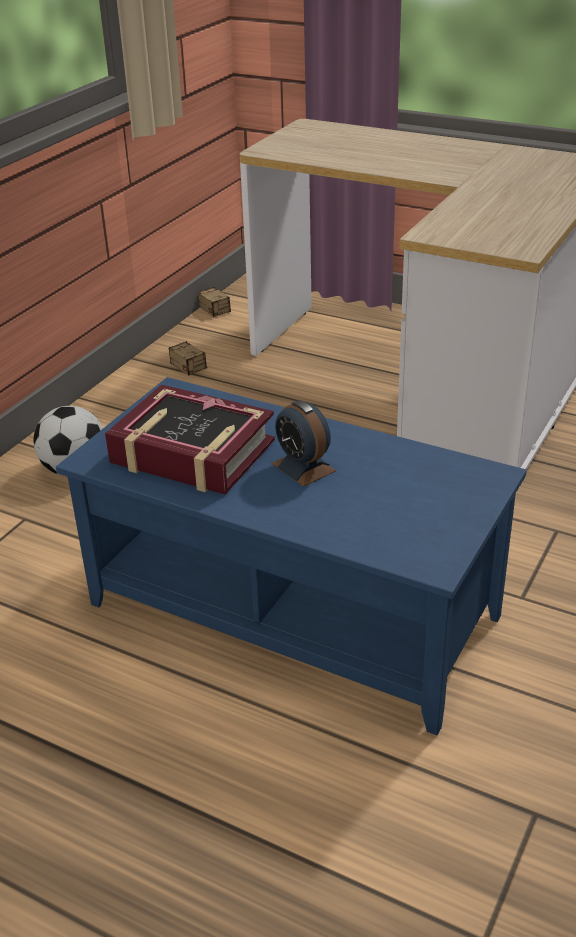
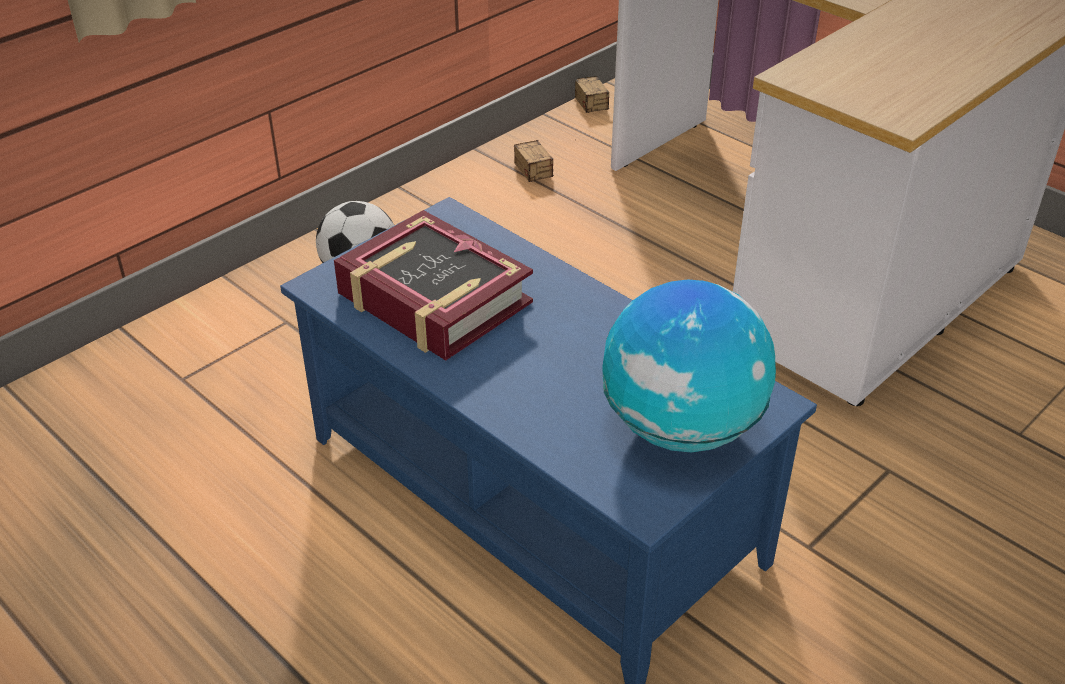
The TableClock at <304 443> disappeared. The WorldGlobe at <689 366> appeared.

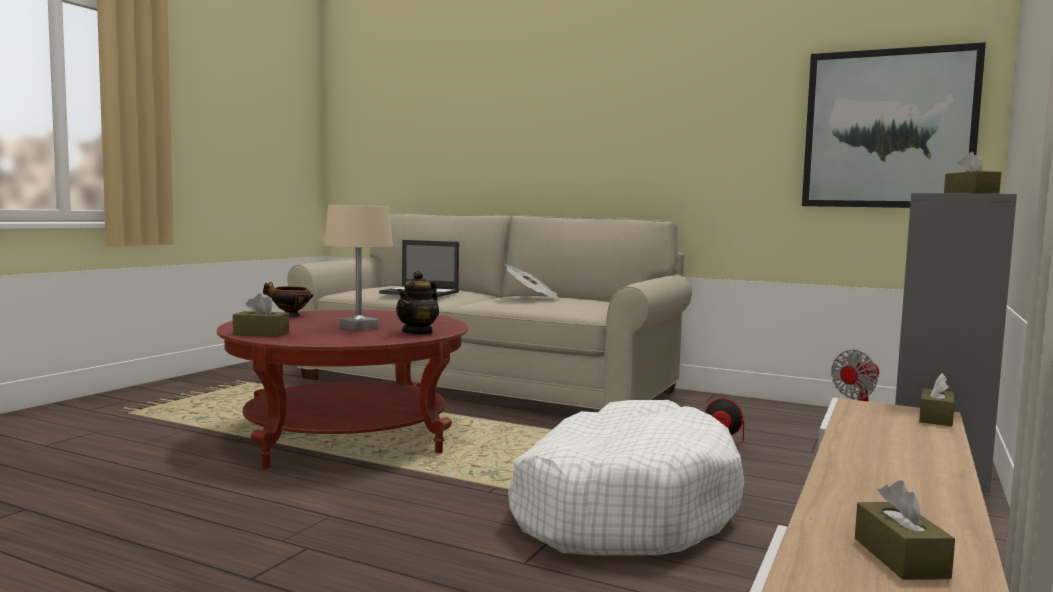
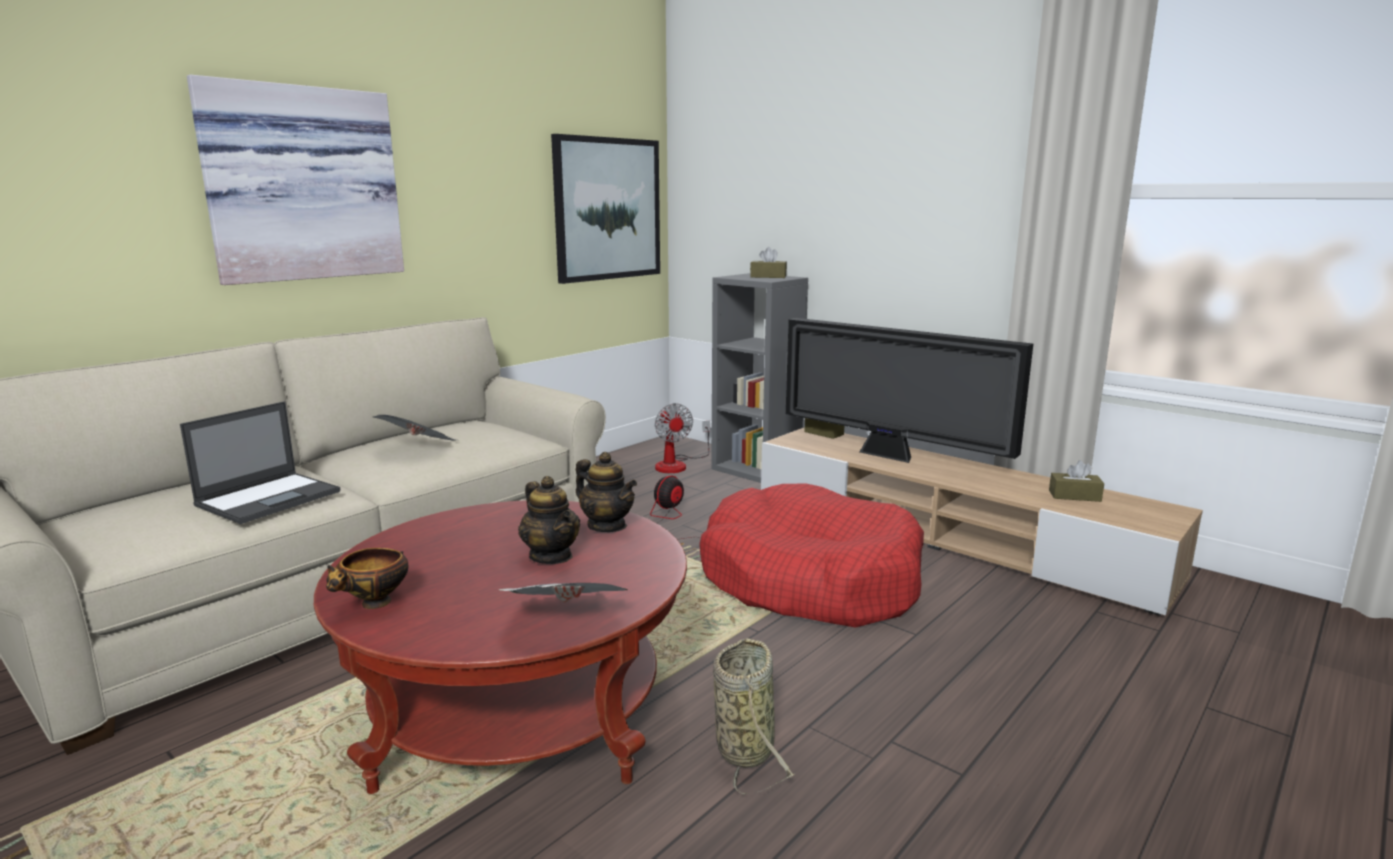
The SandColouredTabletopLamp at <358 268> was replaced by the PotForTea at <549 520>. The BrownishBoxOfTissues at <261 315> was replaced by the PrintedPaper at <563 592>. The WhitishPetBed at <626 477> became the RedPetBed at <811 555>. The WallPicture at <295 180> appeared. The TvSet at <909 390> appeared. The StorageBasket at <754 716> appeared.

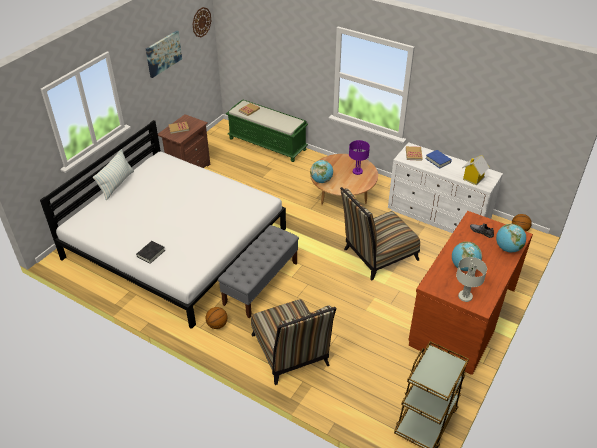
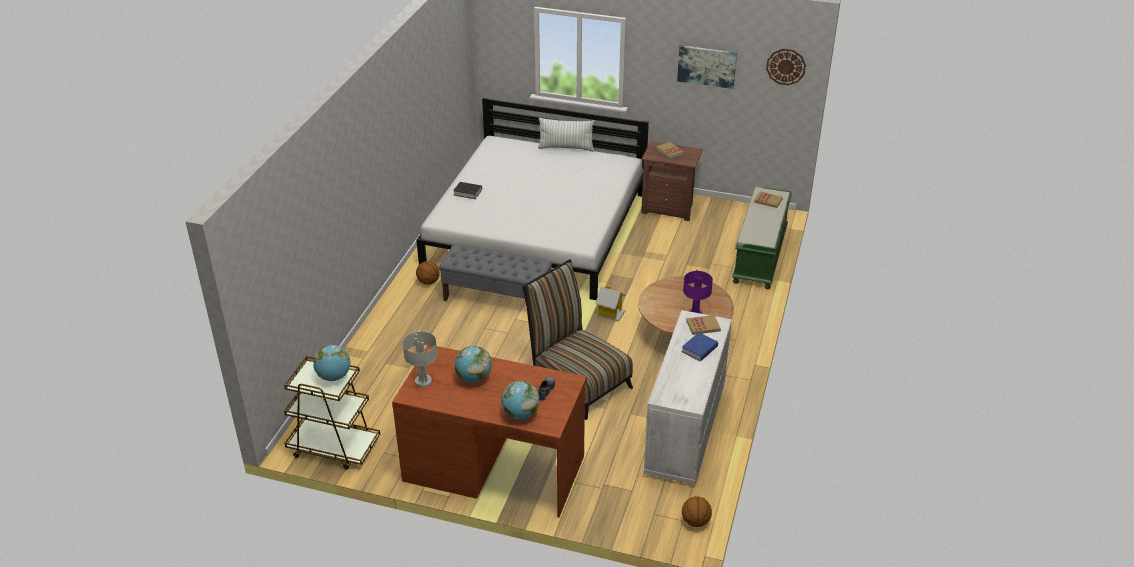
The ToyHouse moved from <476 170> to <610 303>. The WorldGlobe moved from <321 171> to <332 363>. The UprightChair at <294 342> disappeared.

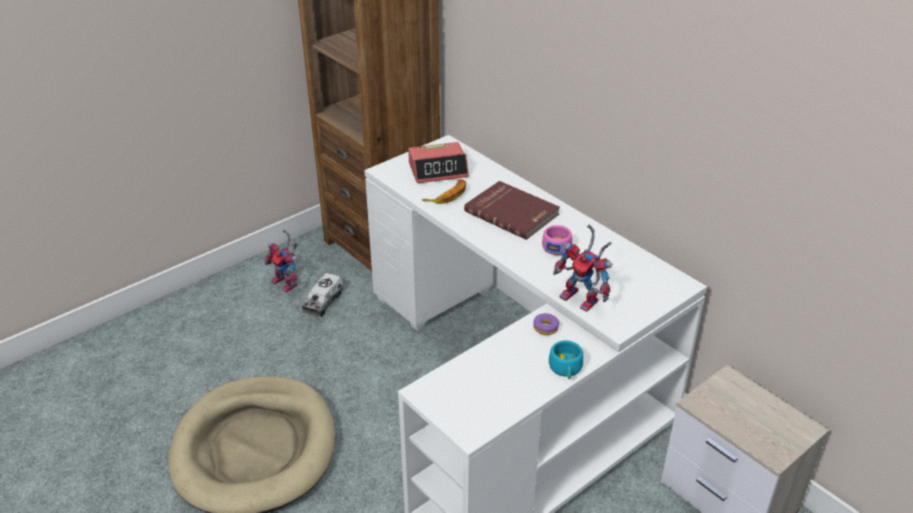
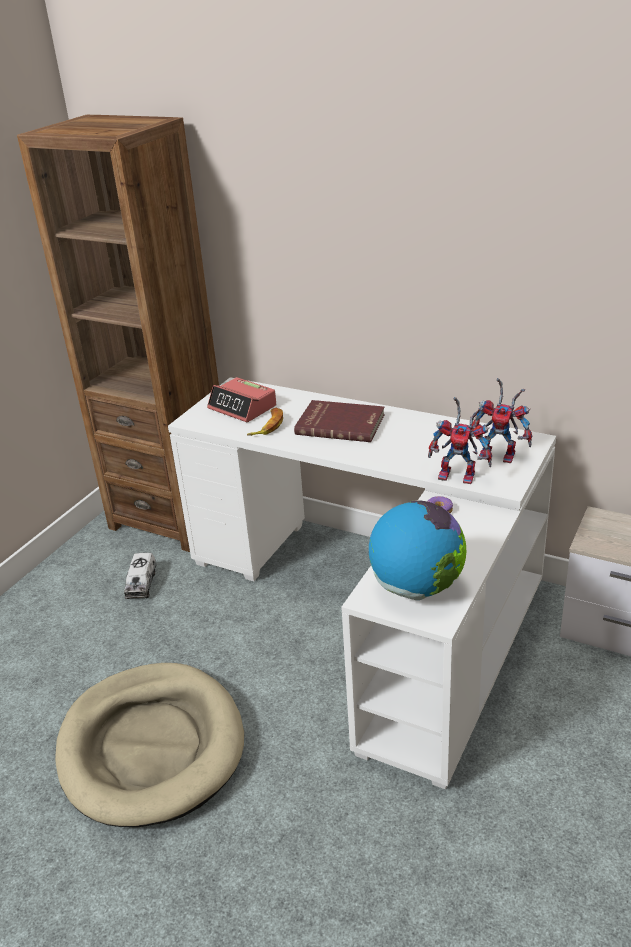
The TableClock at <438 162> turned 75 degrees clockwise. The PinkColouredSmallCup at <557 240> disappeared. The RobotFigure moved from <281 261> to <502 420>. The TurquoiseColouredSmallCup at <566 359> disappeared. The WorldGlobe at <417 550> appeared.

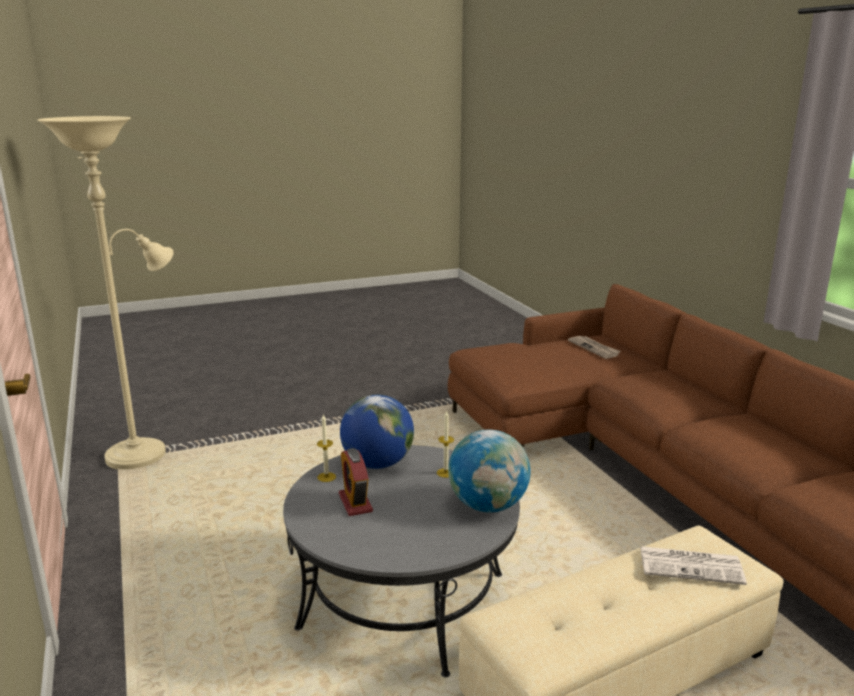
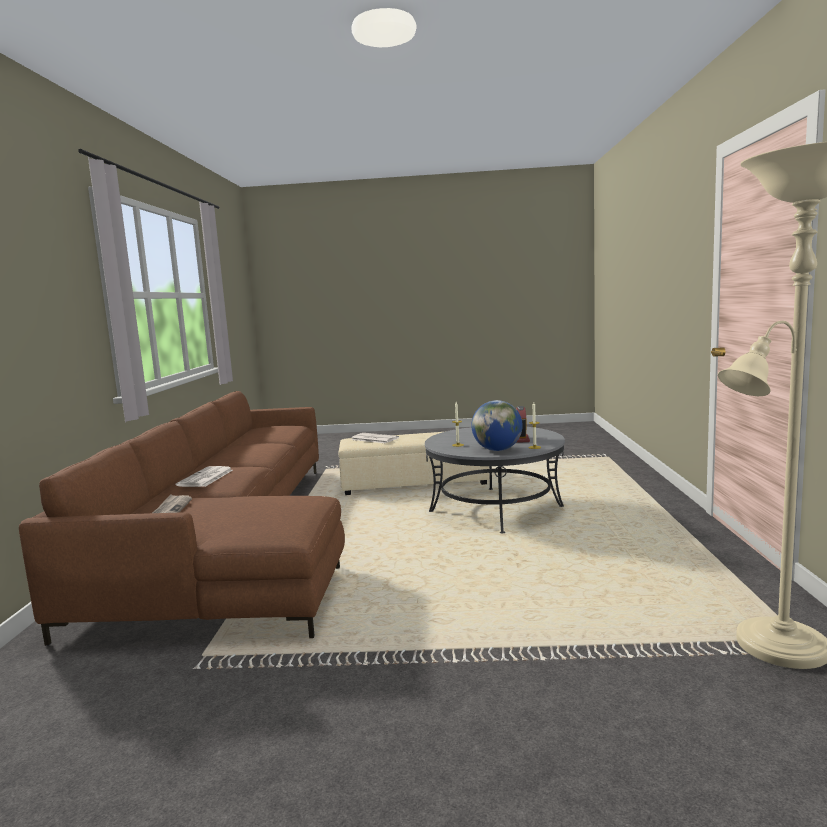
The WorldGlobe at <489 471> disappeared. The PrintedPaper at <204 476> appeared.

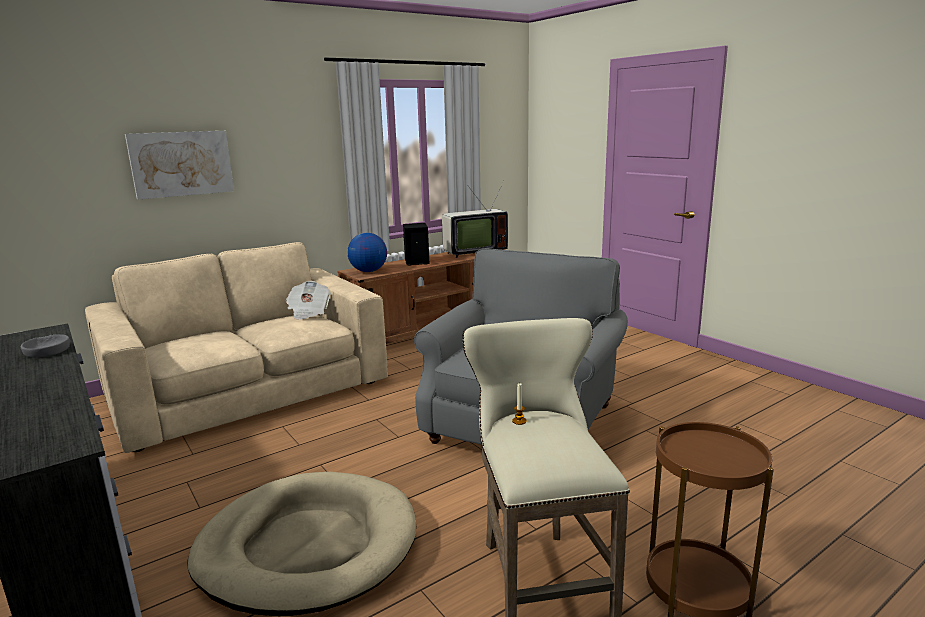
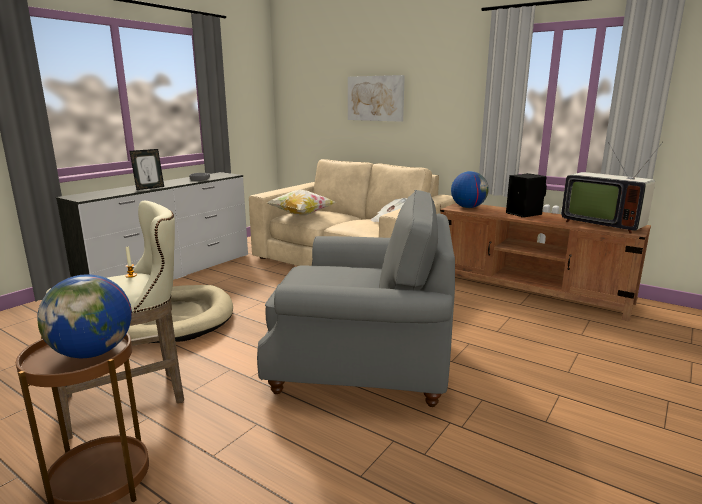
The PhotoFrame at <147 169> appeared. The Pillow at <301 202> appeared. The WorldGlobe at <84 316> appeared.

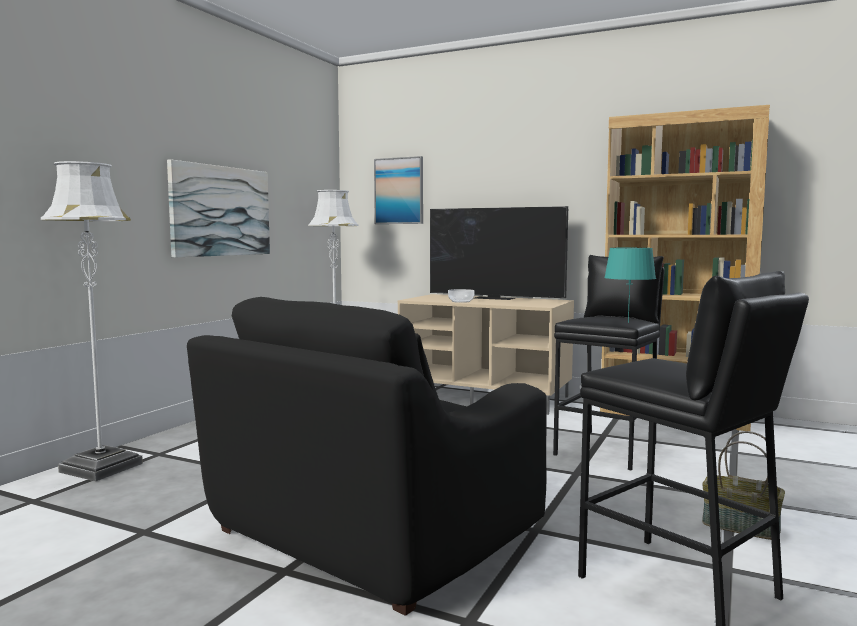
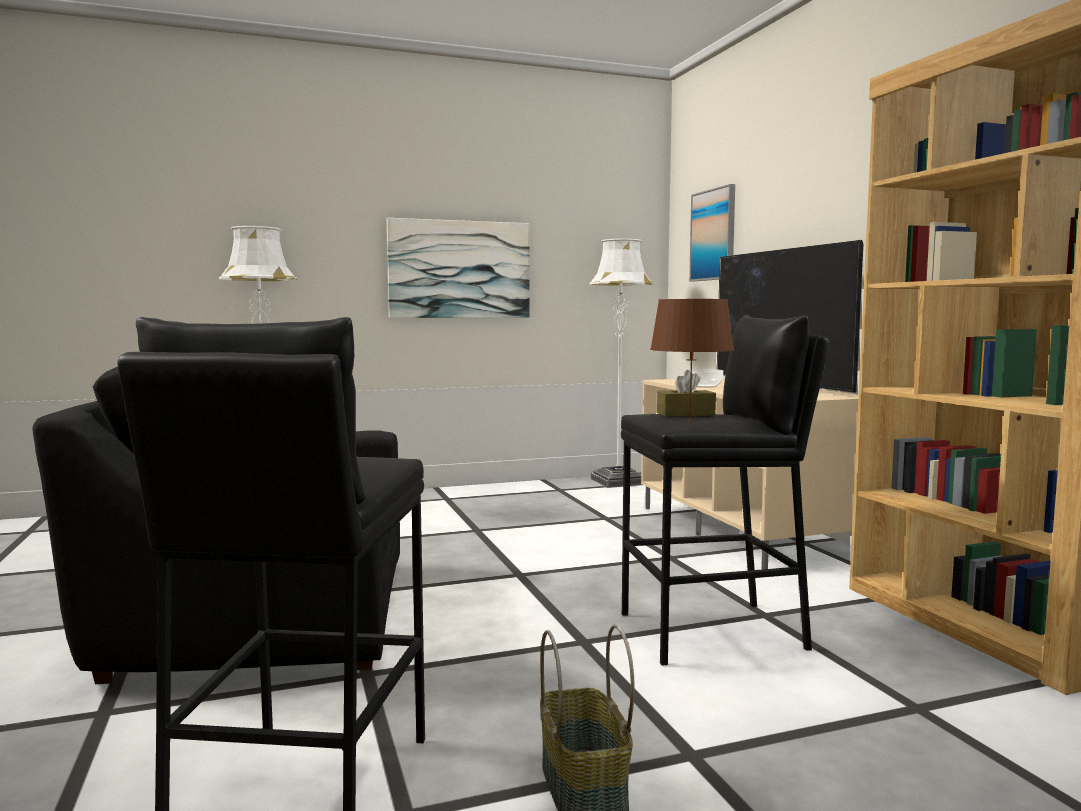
The TurquoiseColouredTabletopLamp at <630 285> became the BrownishTabletopLamp at <692 361>. The BrownishBoxOfTissues at <686 393> appeared.

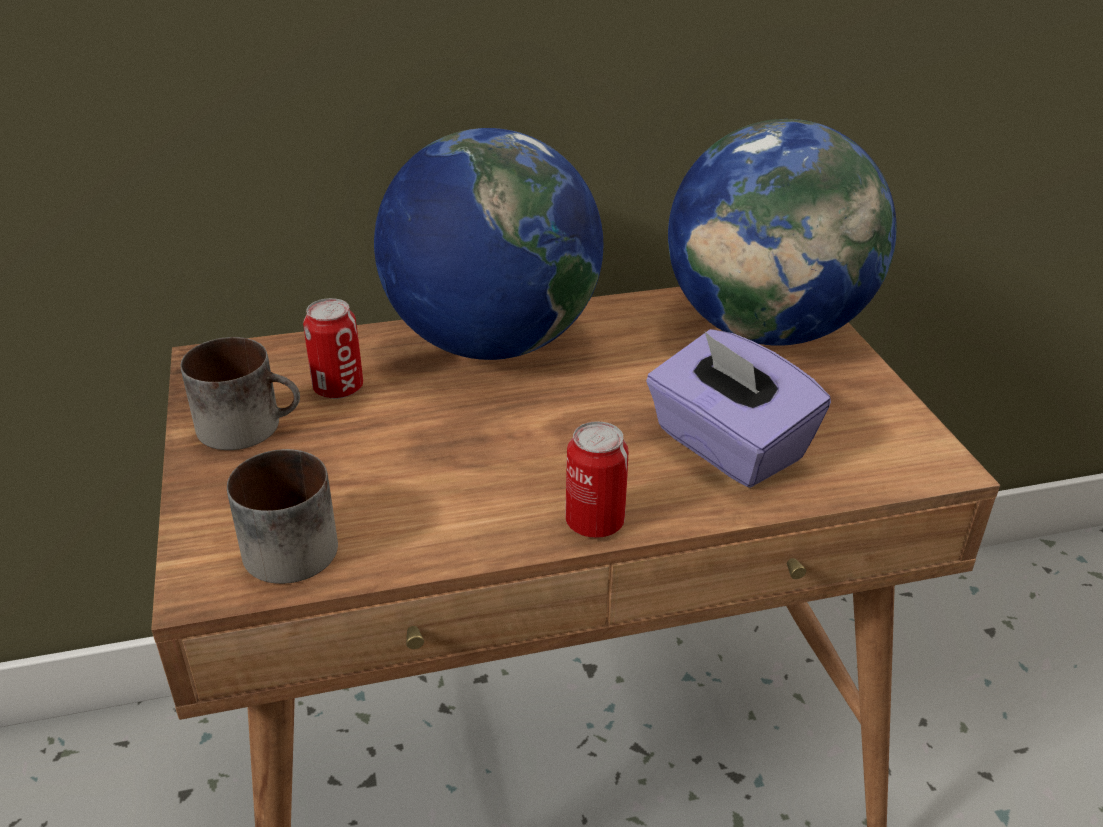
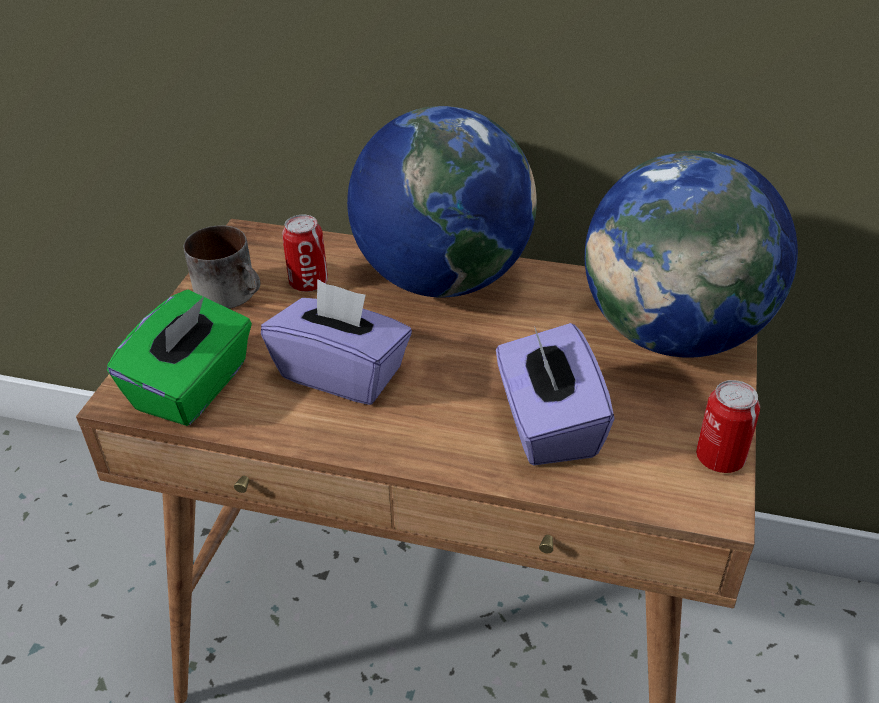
The SealedCan moved from <596 479> to <728 426>. The Mug at <282 516> was replaced by the GreenColouredBoxOfTissues at <179 358>. The PurplishBoxOfTissues at <336 342> appeared.

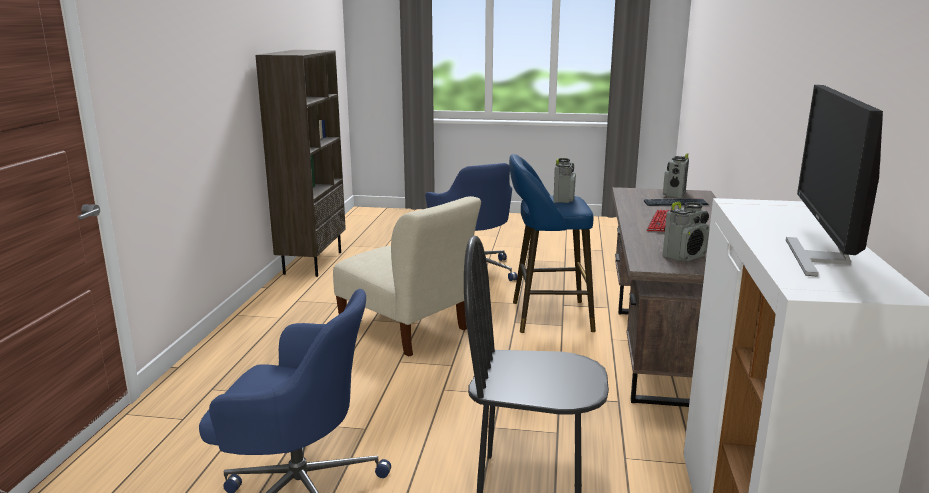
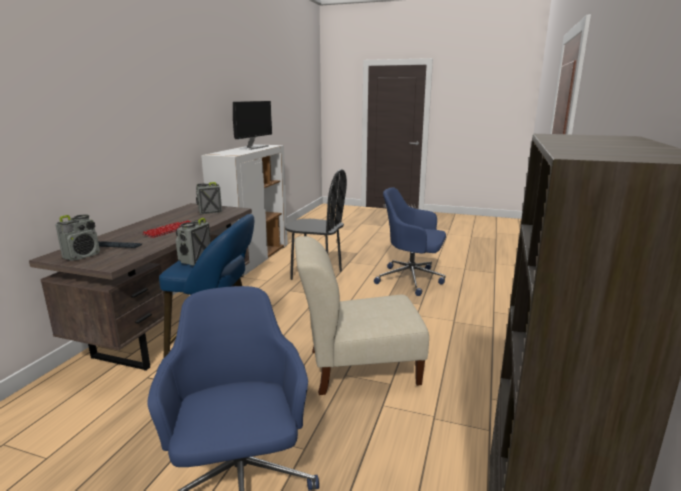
The SandColouredUprightChair at <407 276> turned 60 degrees counterclockwise.

